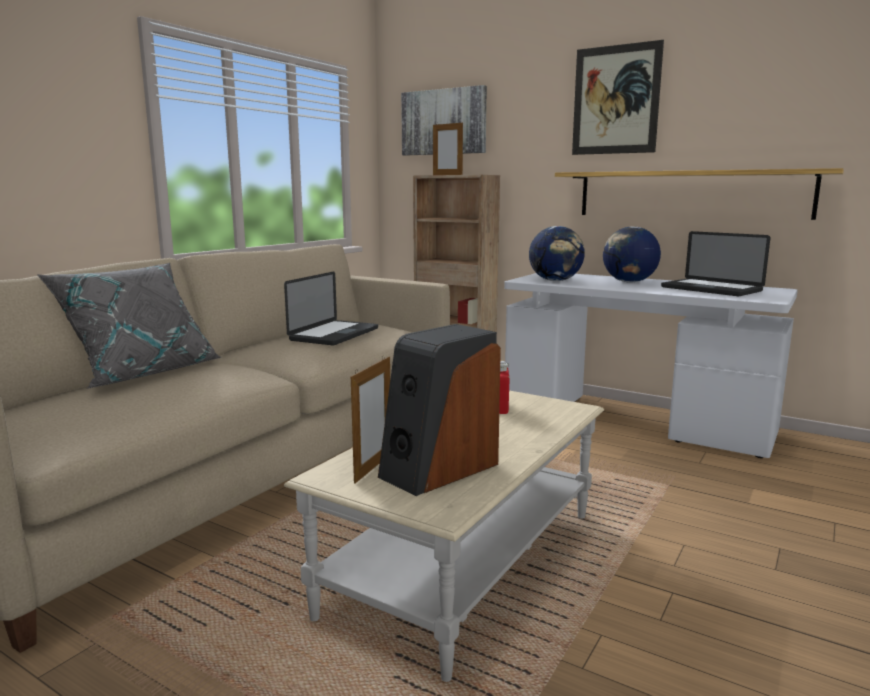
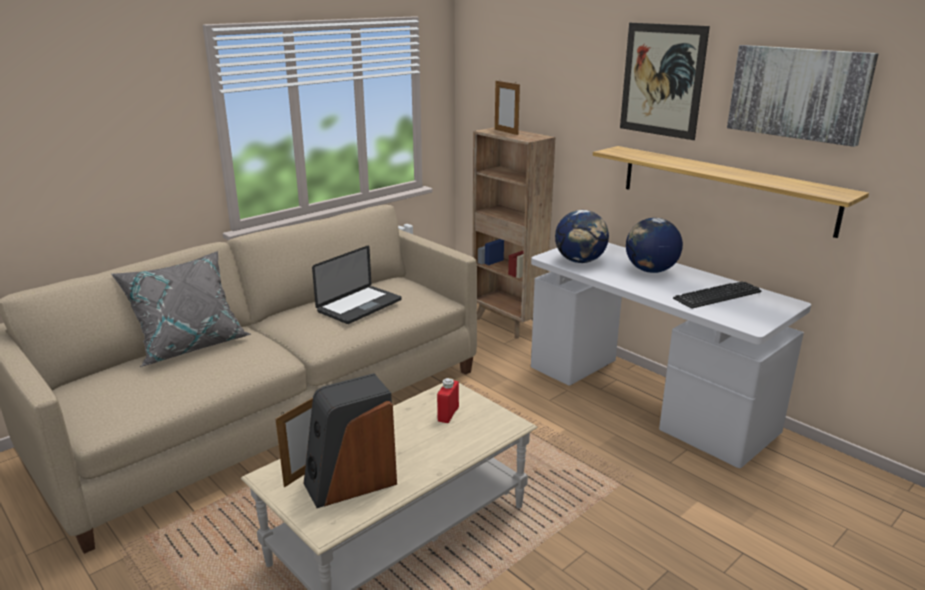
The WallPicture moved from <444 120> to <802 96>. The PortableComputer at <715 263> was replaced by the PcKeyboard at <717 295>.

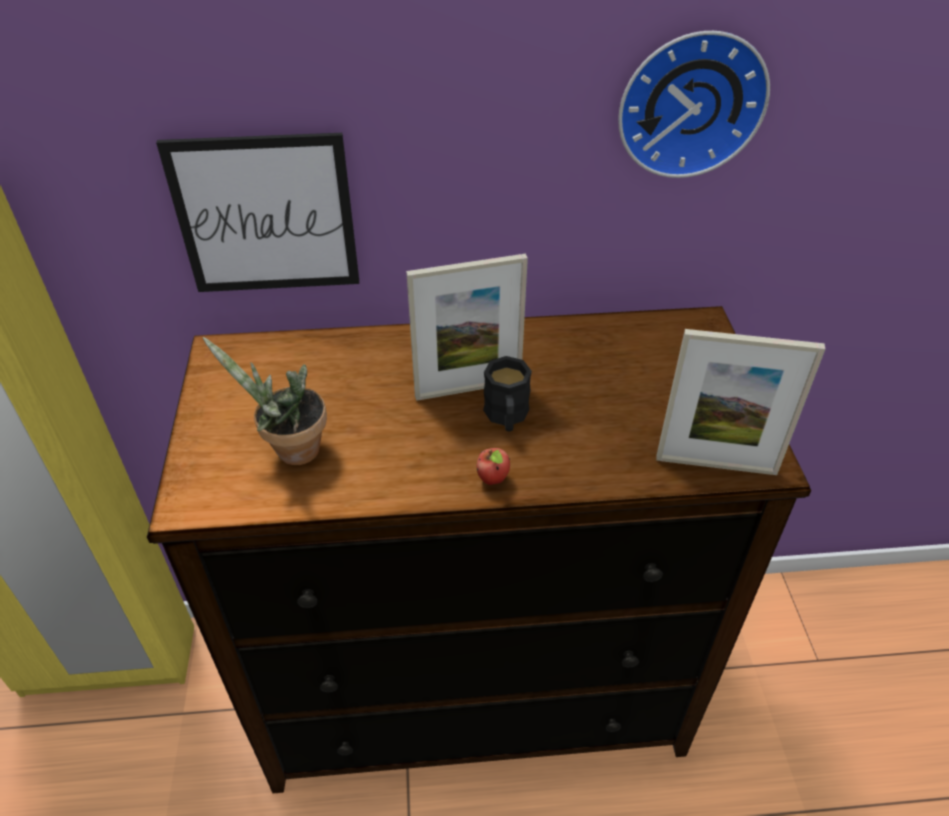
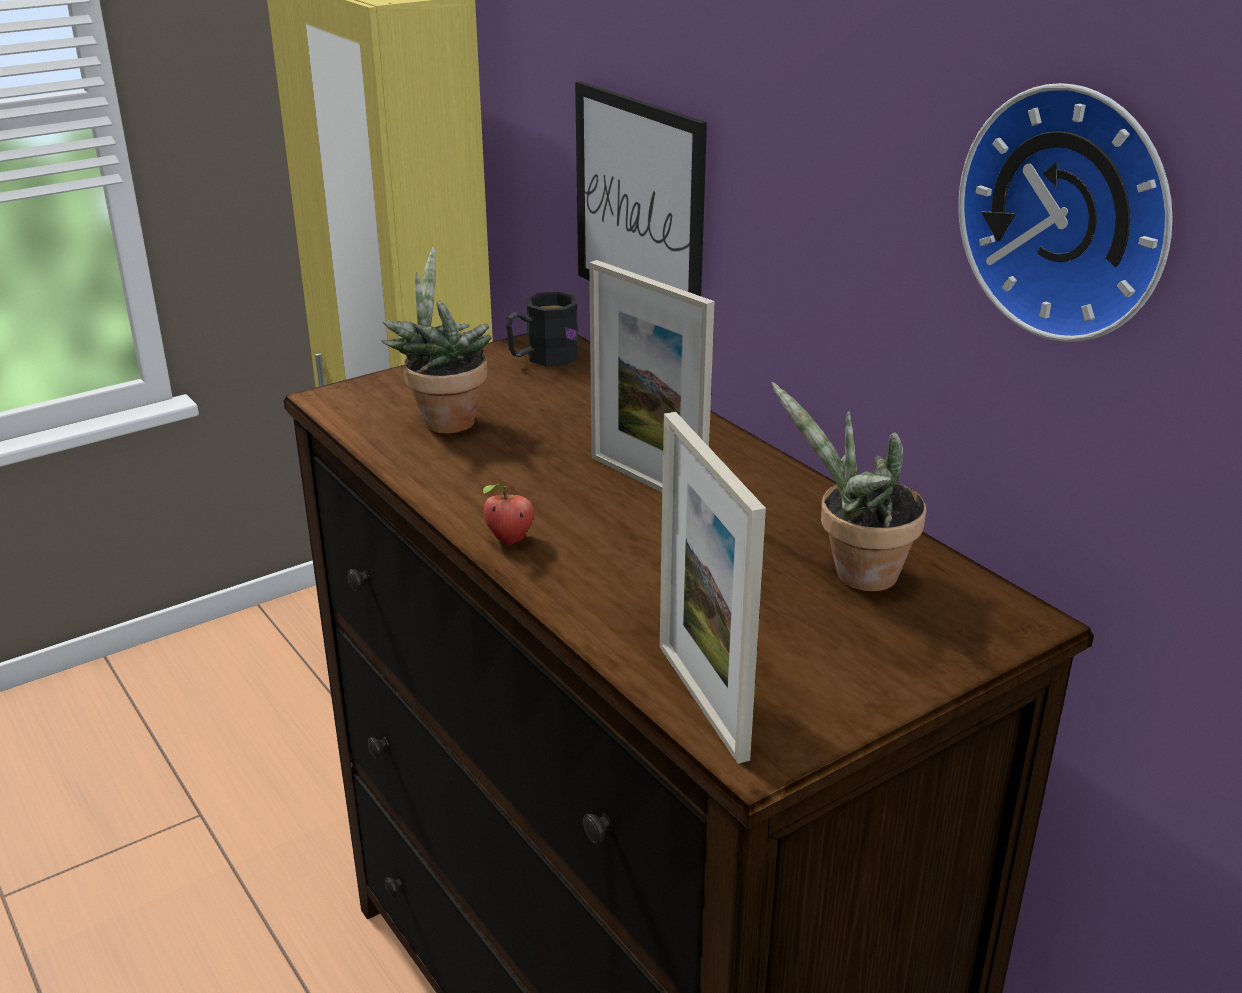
The BlackMug moved from <507 393> to <542 329>. The PlantInAPot at <848 486> appeared.

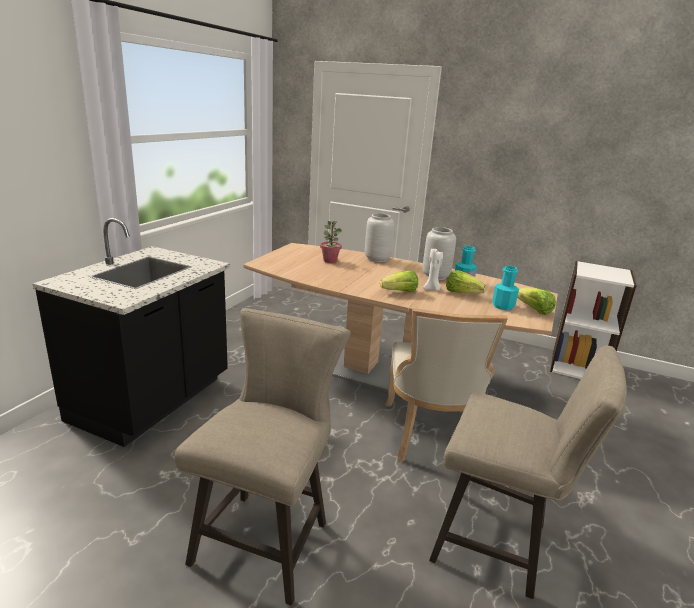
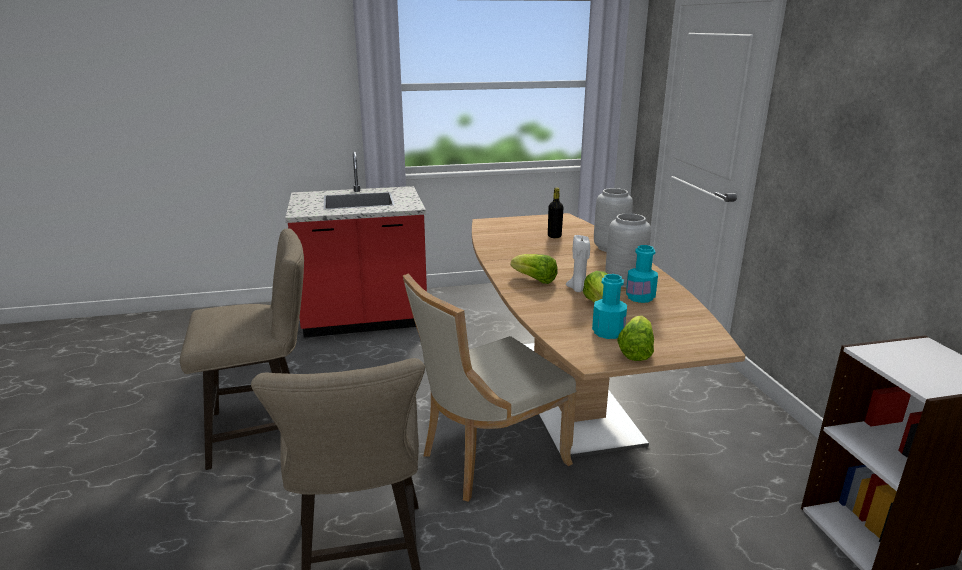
The BlackKitchenCounter at <131 332> became the RedKitchenCounter at <356 245>. The PlantInAPot at <331 242> was replaced by the BlackBottle at <556 212>.

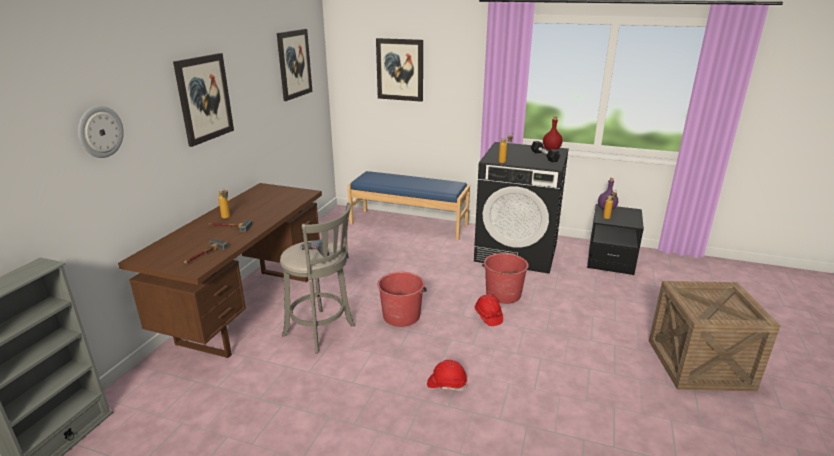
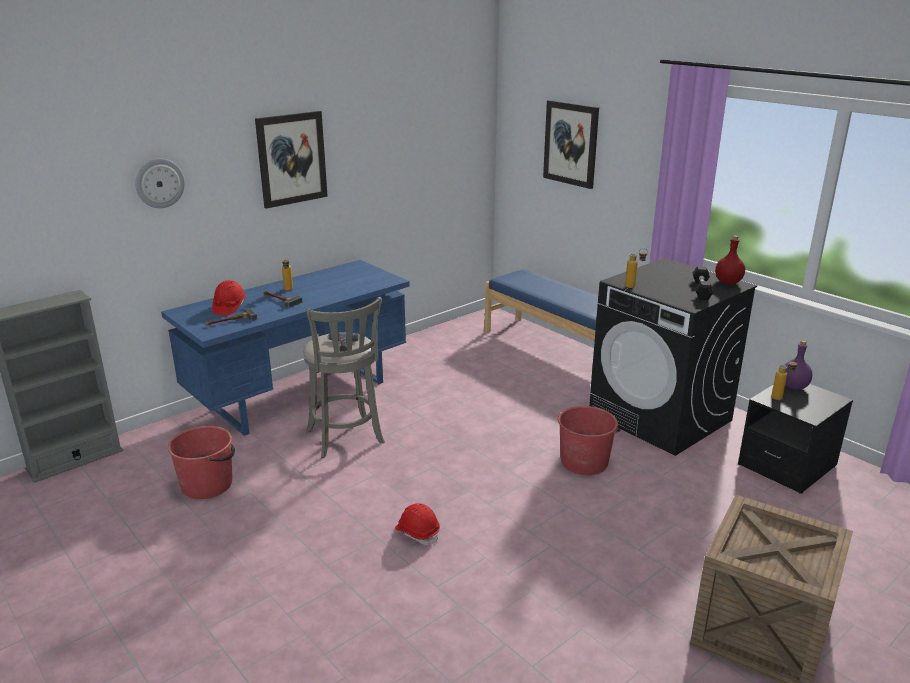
The WallPicture at <294 65> disappeared. The BrownishDesk at <220 270> became the BluishDesk at <285 348>. The RedPail moved from <402 299> to <201 462>. The RedWorkHelmet moved from <488 310> to <229 298>.

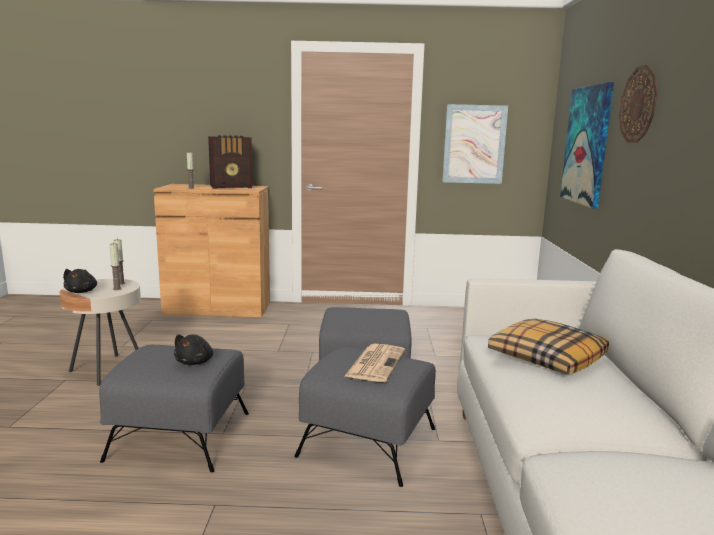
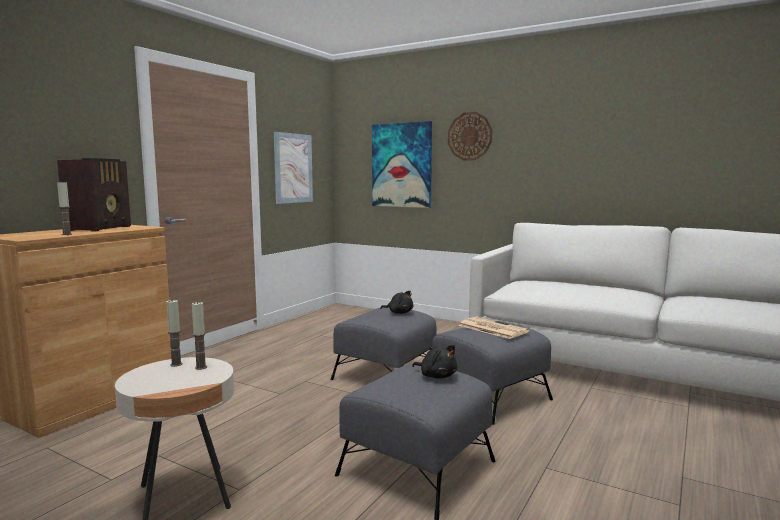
The BlackSoftToy moved from <80 281> to <396 302>. The Pillow at <548 347> disappeared.

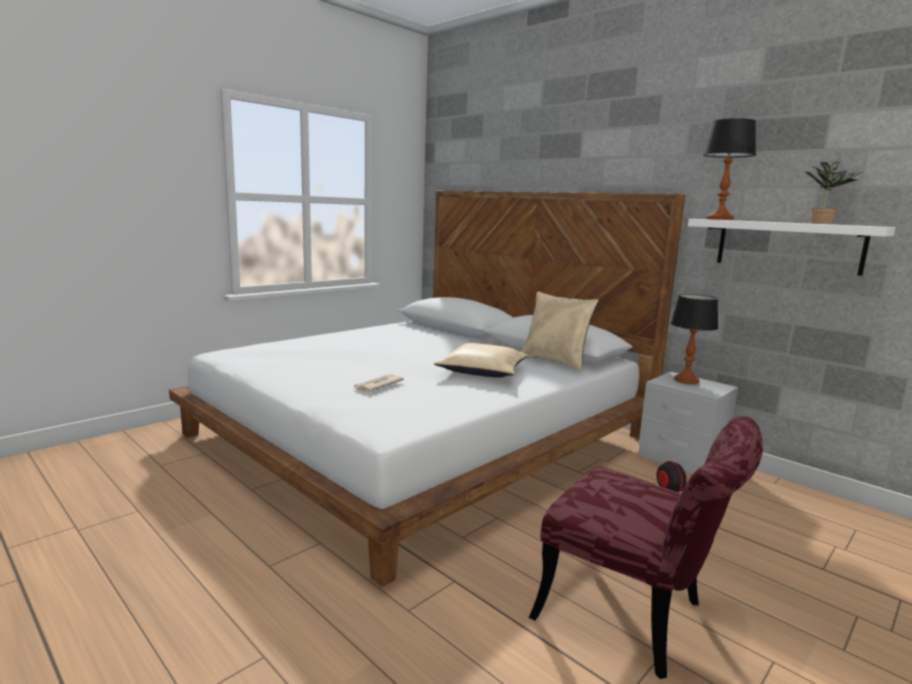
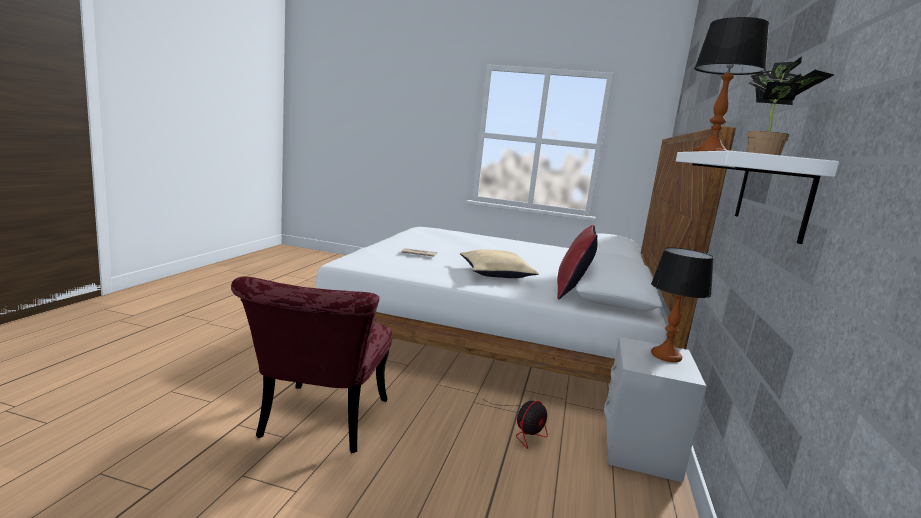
The SandColouredPillow at <559 332> became the RedPillow at <577 262>.

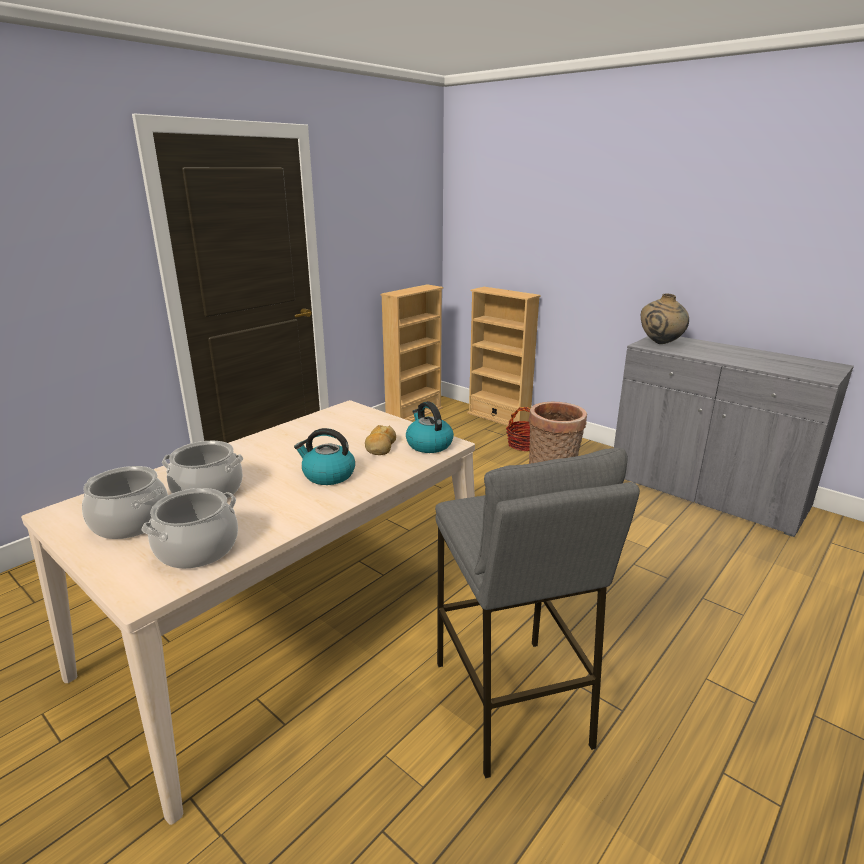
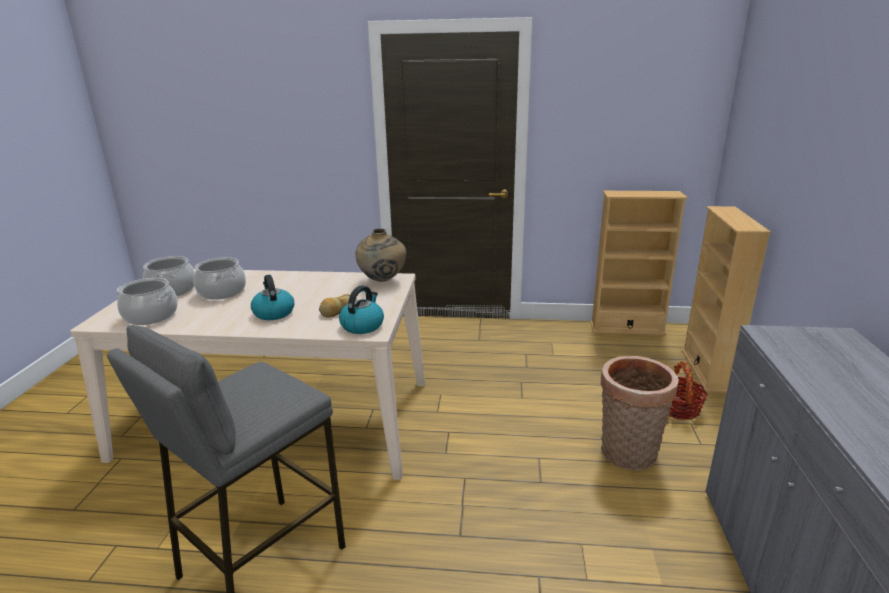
The SandColouredVase moved from <665 319> to <381 255>.

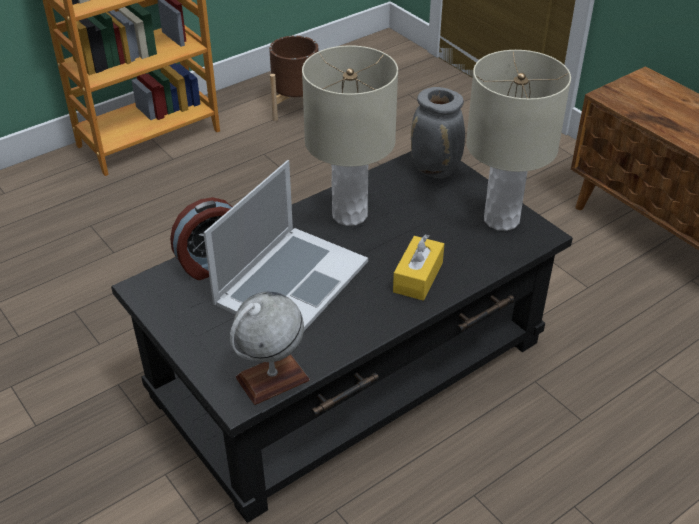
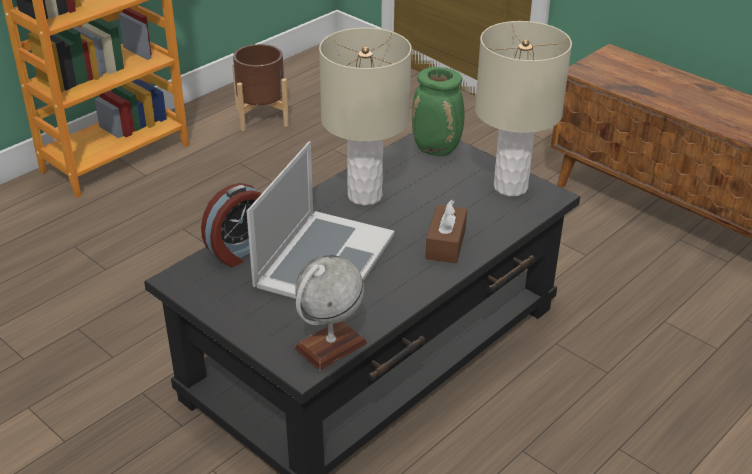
The GreyVase at <438 133> became the GreenColouredVase at <438 111>. The YellowColouredBoxOfTissues at <418 267> became the BrownishBoxOfTissues at <446 231>.

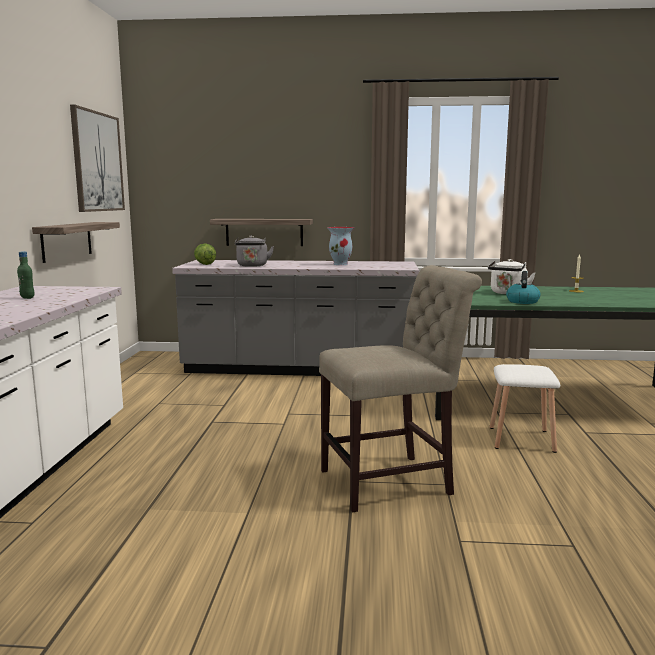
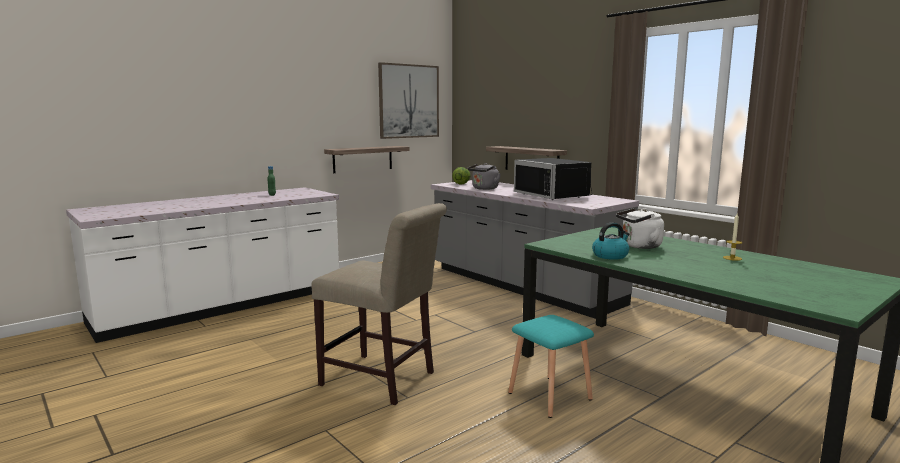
The Vase at <341 246> was replaced by the BlackMicrowaveOven at <553 179>. The WhitishStoolSeat at <525 408> became the TurquoiseColouredStoolSeat at <551 366>.

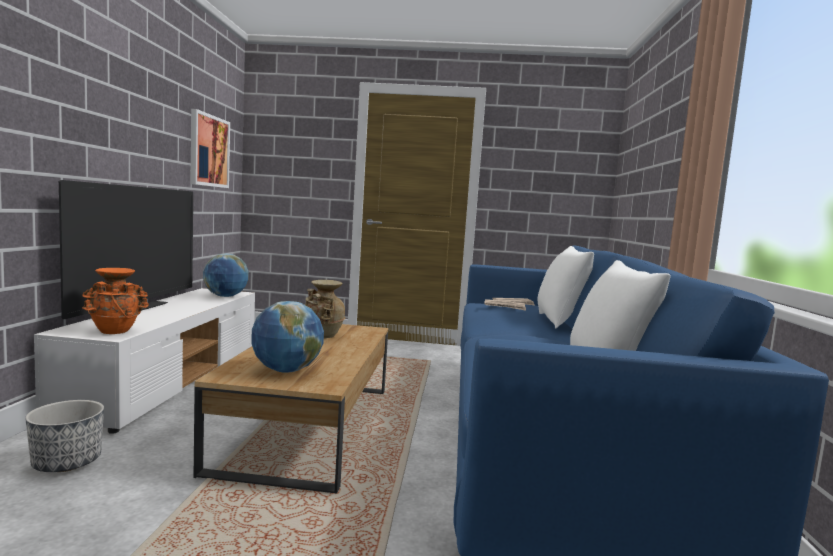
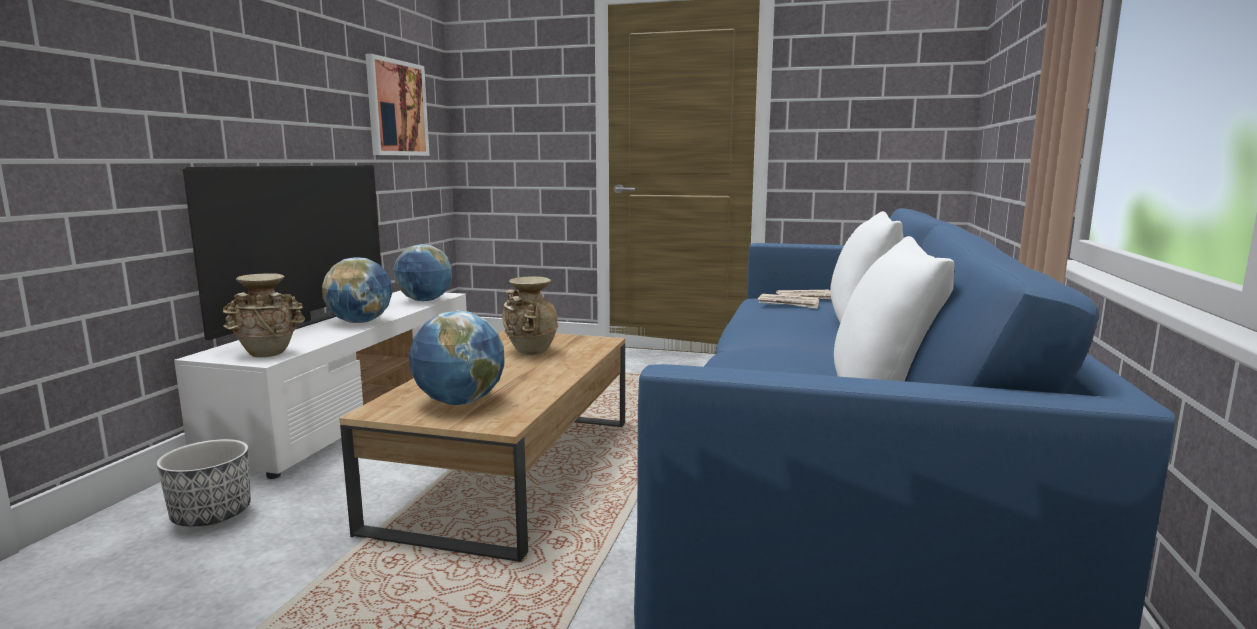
The OrangeVase at <115 301> became the SandColouredVase at <264 315>. The WorldGlobe at <357 290> appeared.

